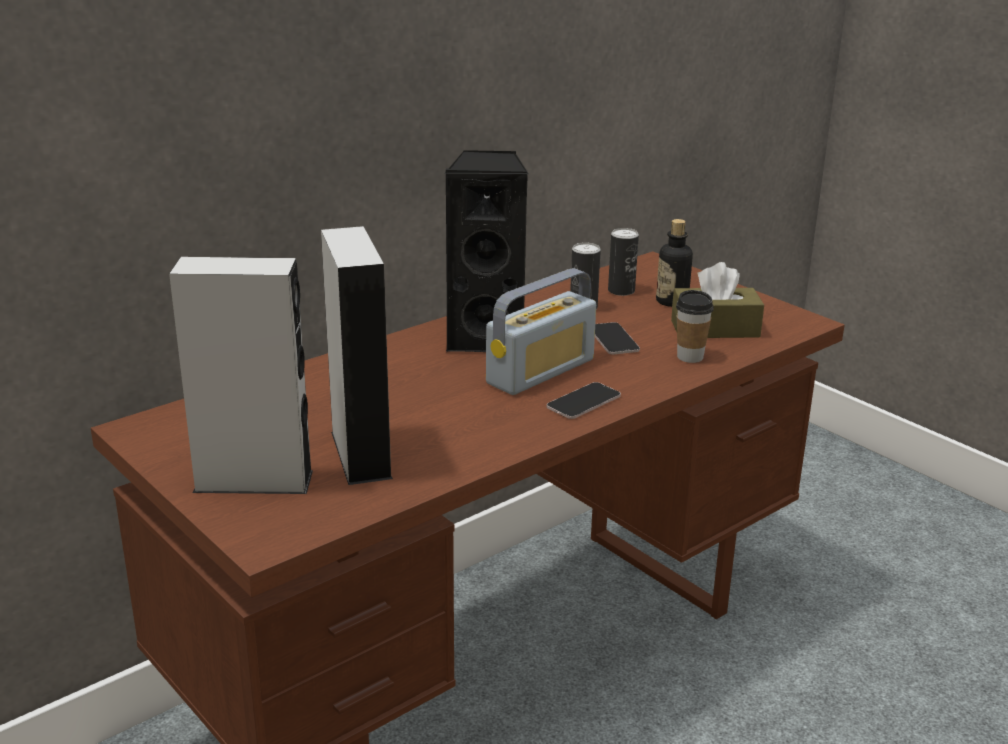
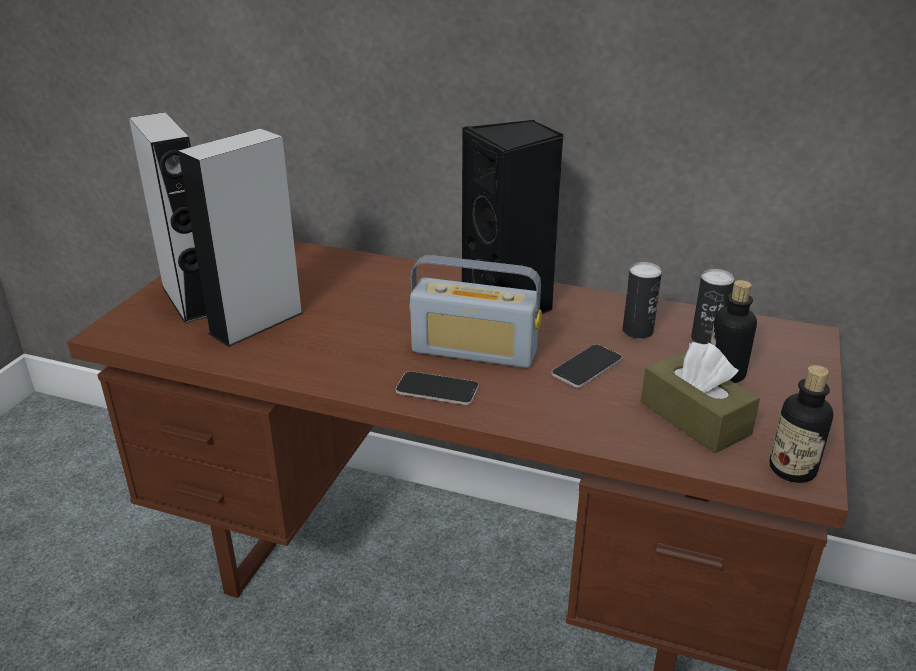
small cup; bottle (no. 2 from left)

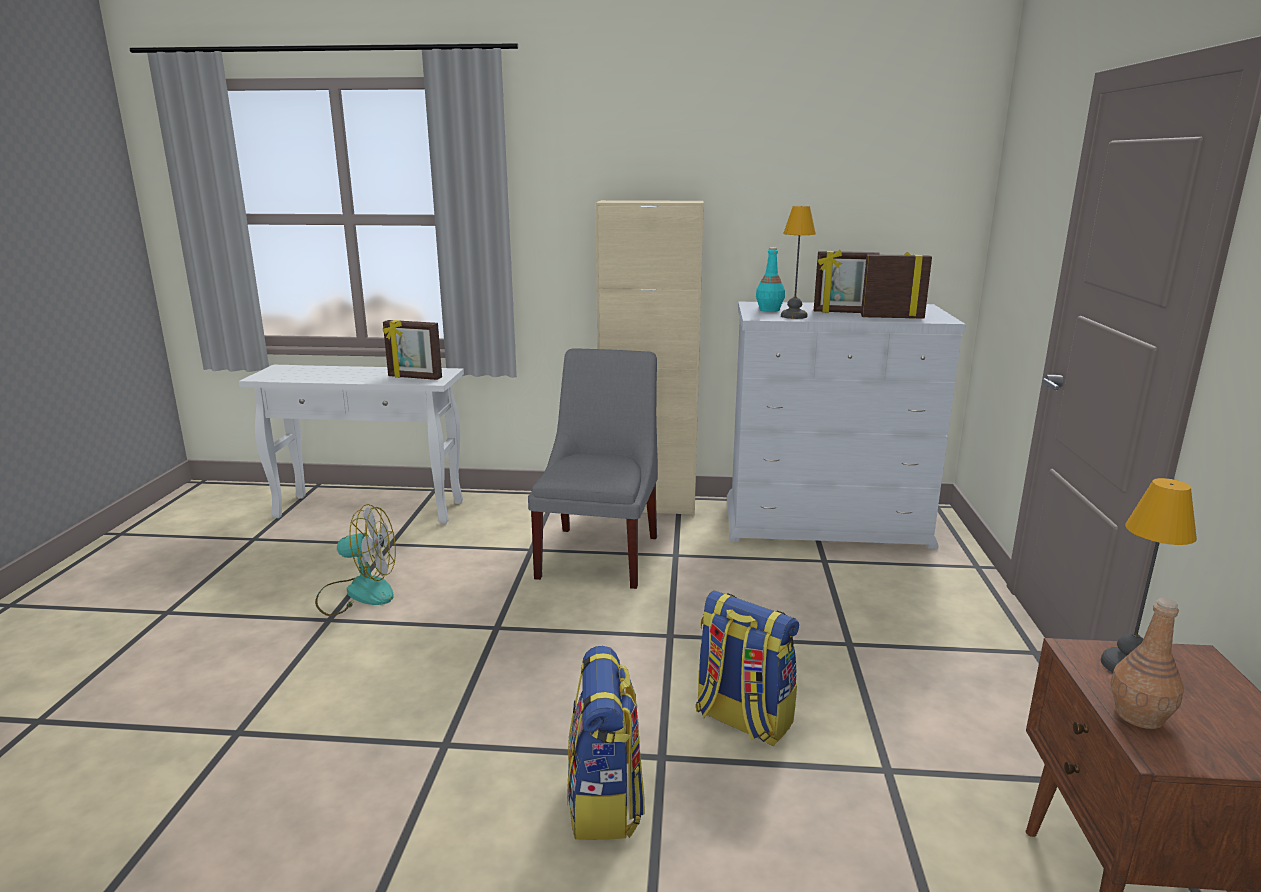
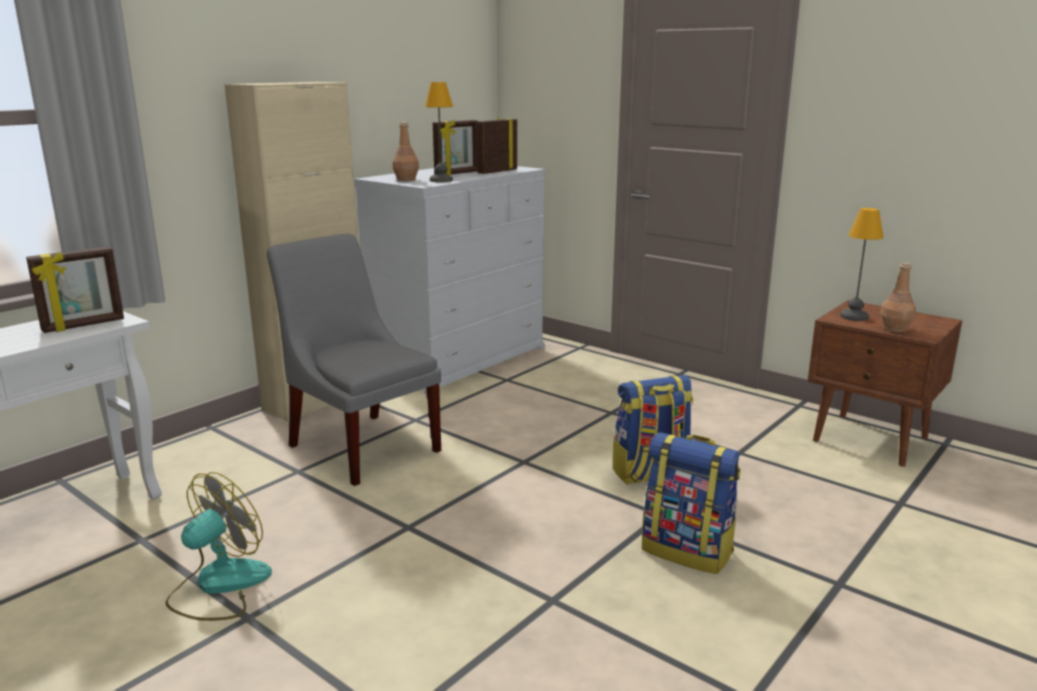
brownish bottle (no. 1 from left)

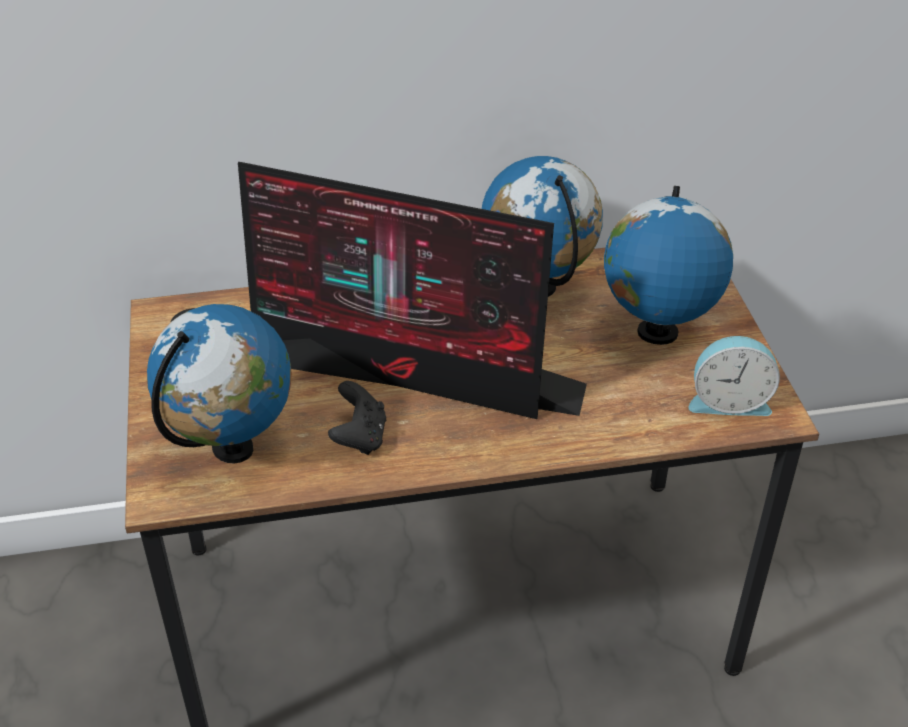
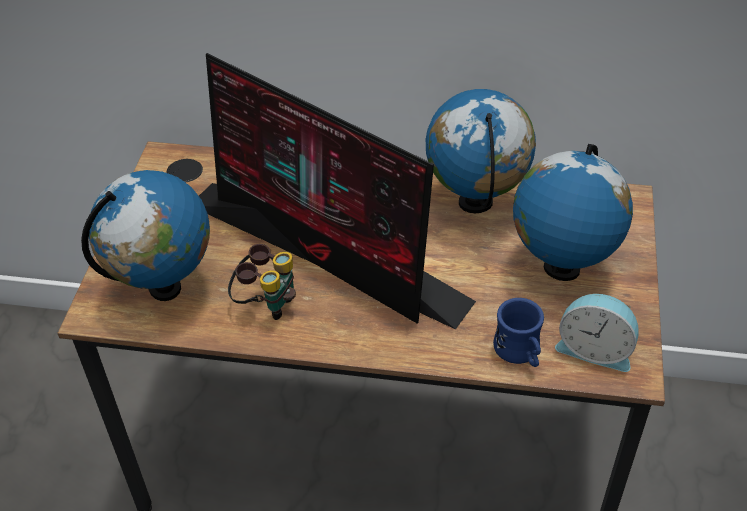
pair of binoculars; blue coffee mug

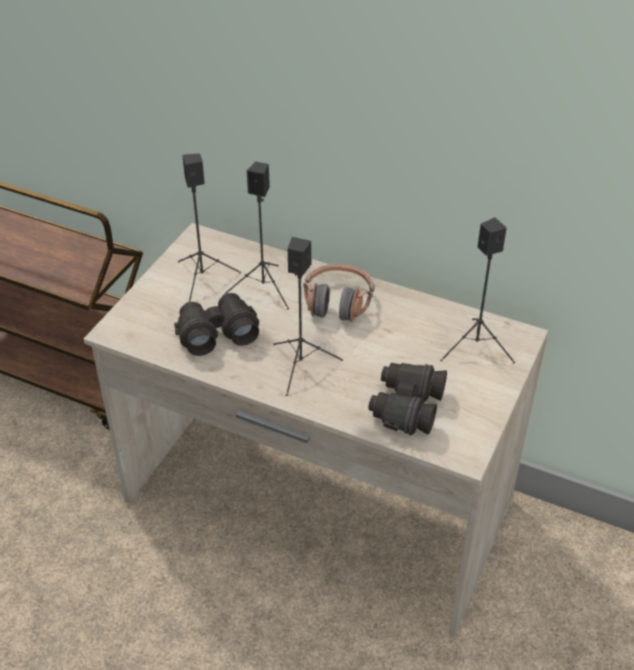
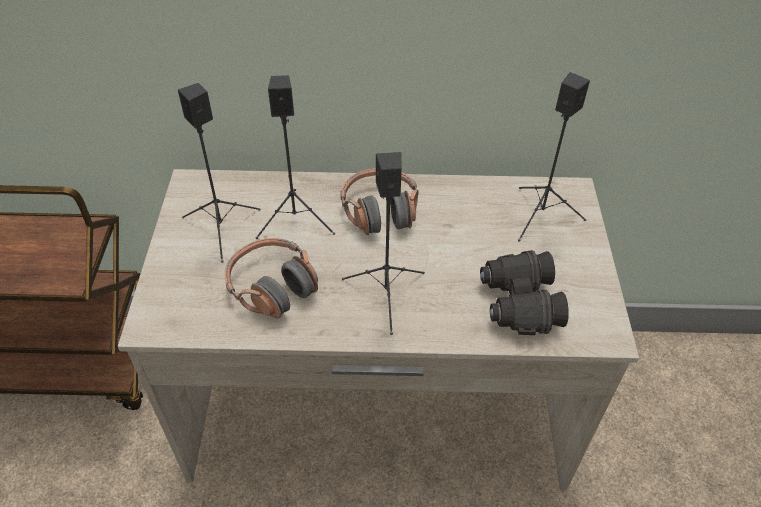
headphones (no. 1 from left)

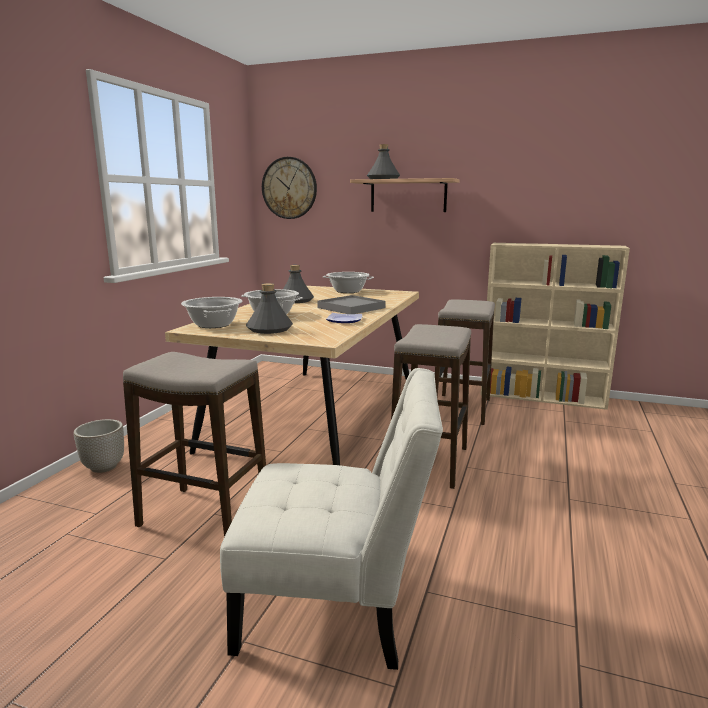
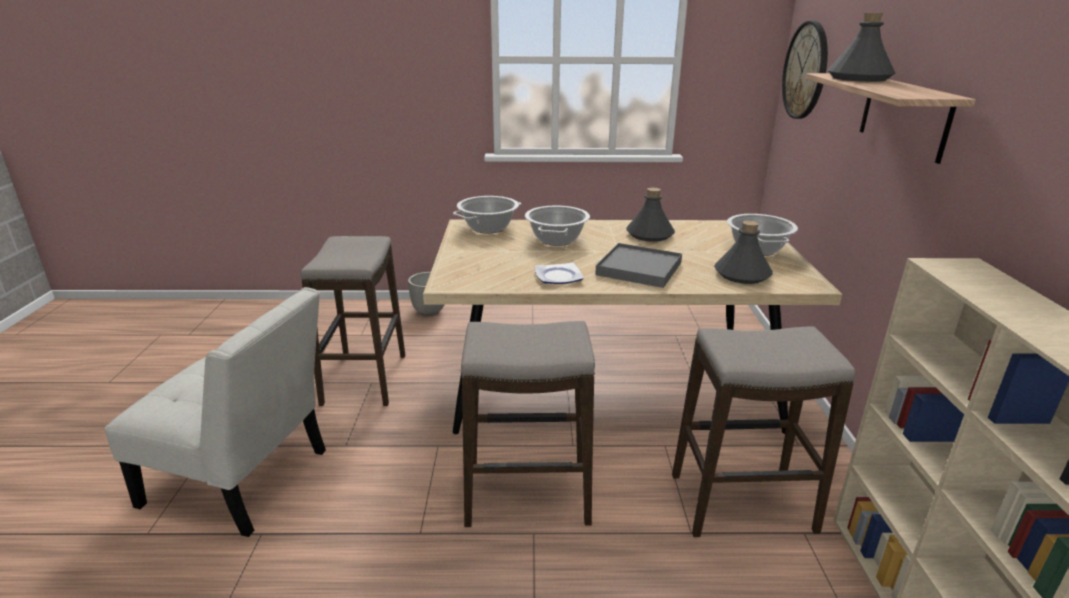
grey bottle (no. 2 from left); white-coloured upright chair

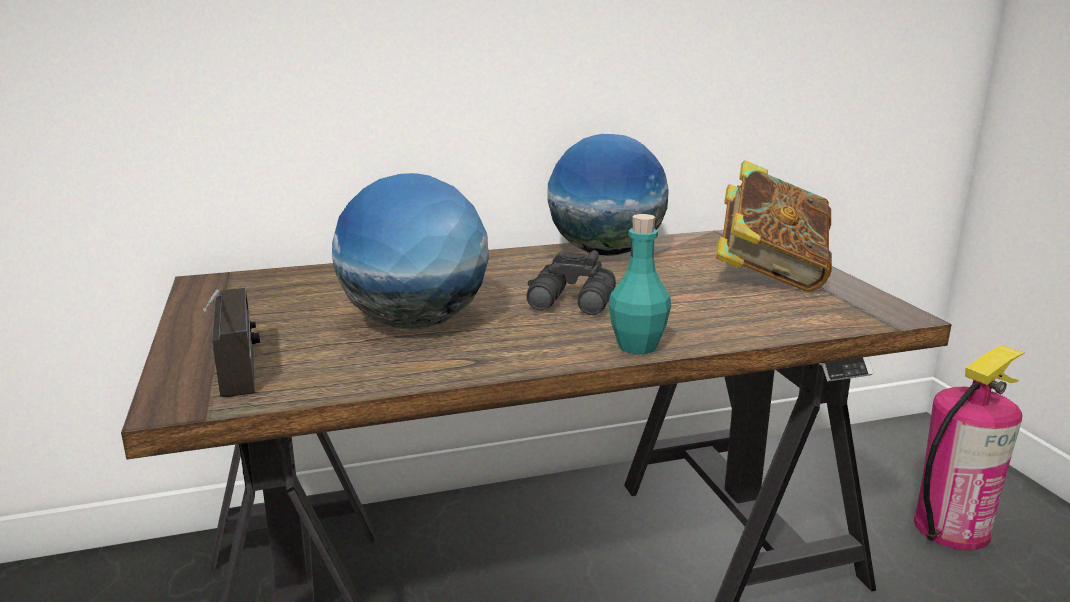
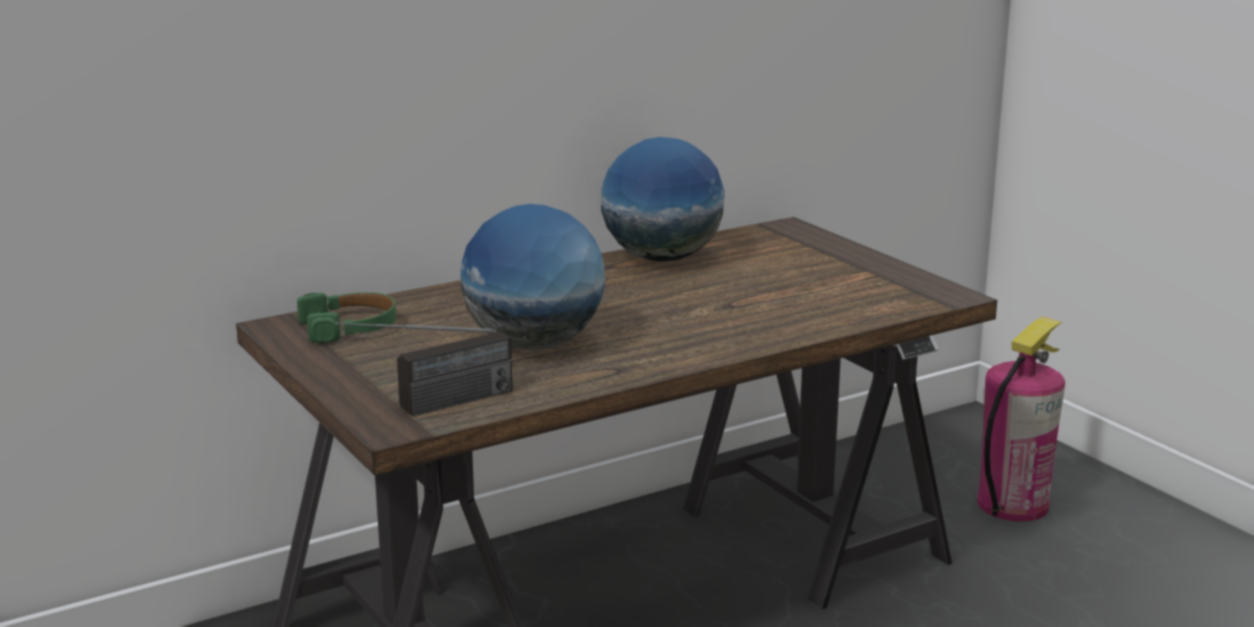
book; turquoise bottle; black-coloured pair of binoculars; radio receiver; greenish headphones

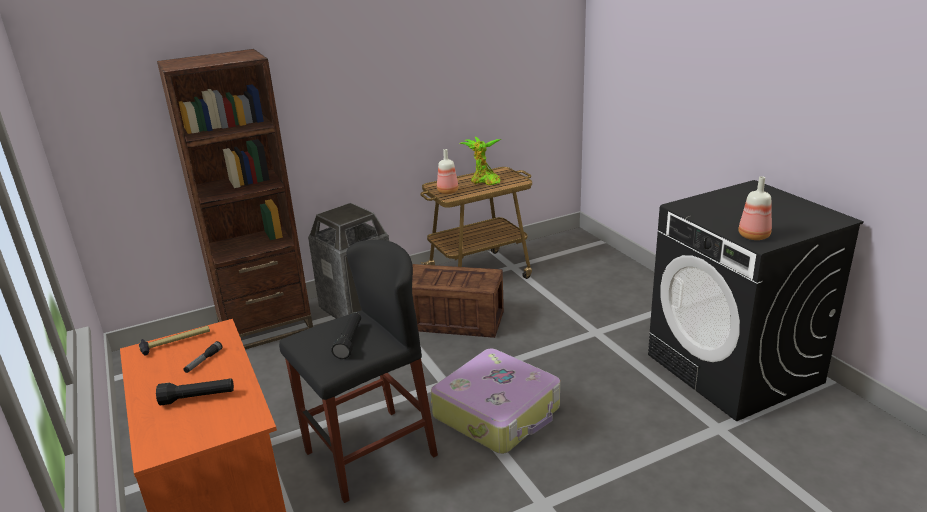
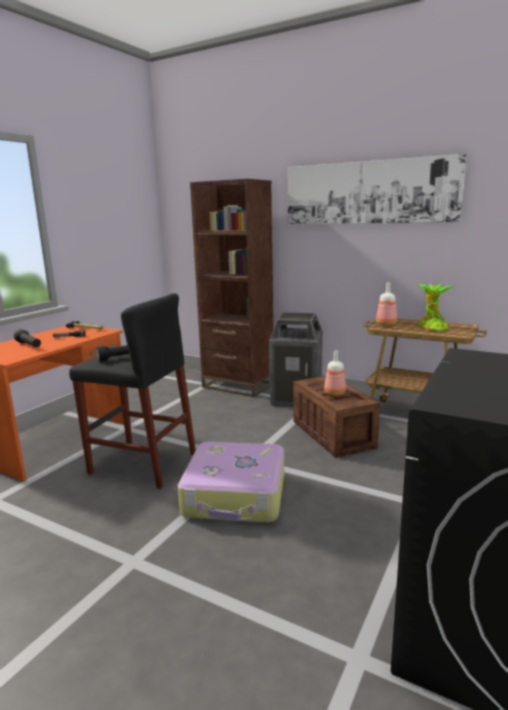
bottle (no. 1 from left); wall picture

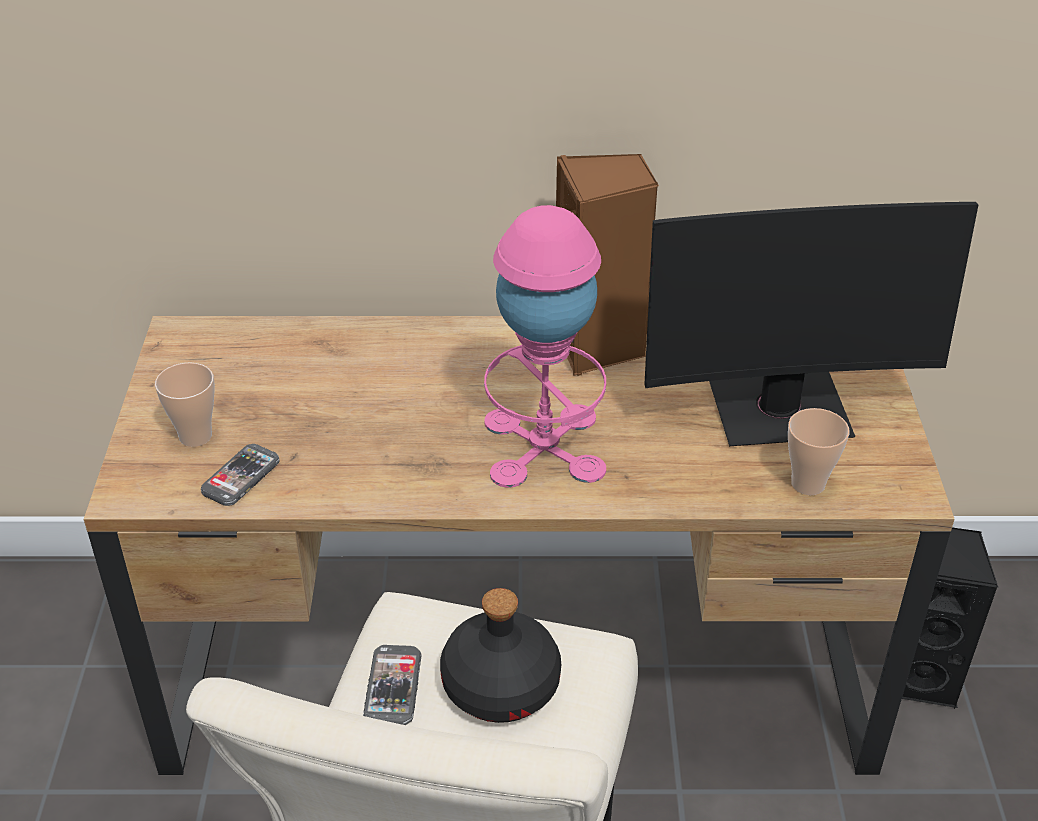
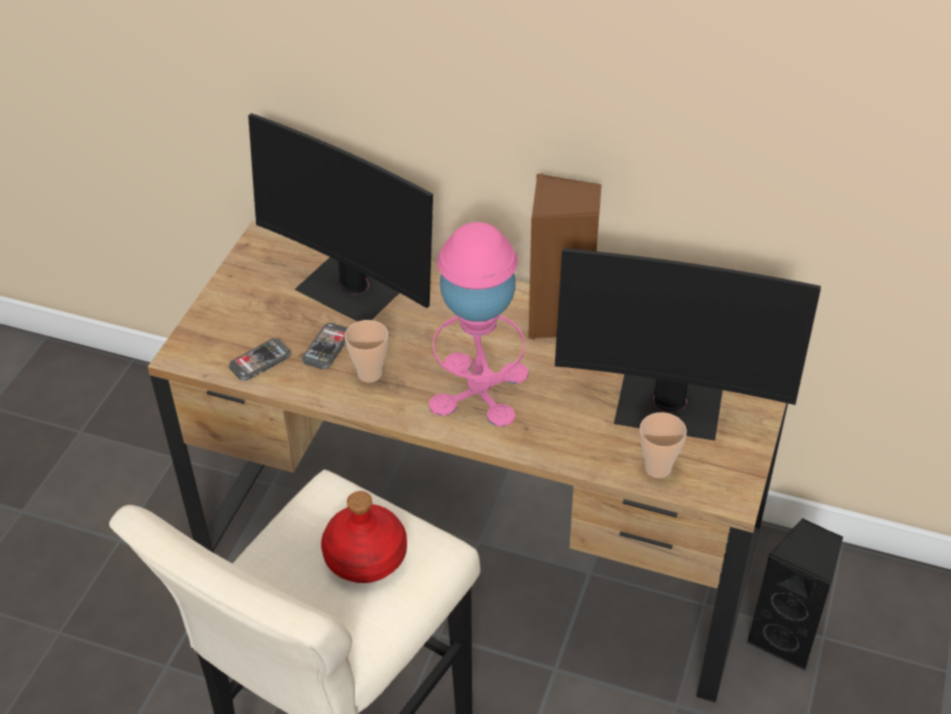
small cup (no. 1 from left); red-coloured bottle; telephone (no. 2 from left); computer display (no. 1 from left)

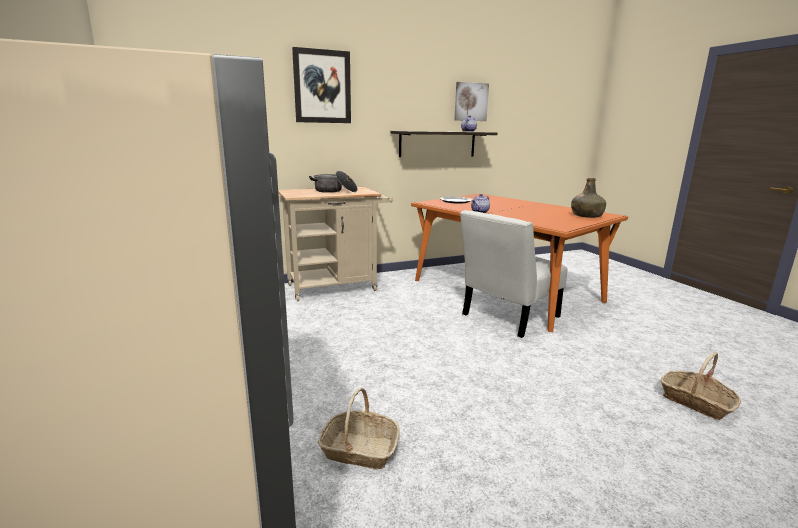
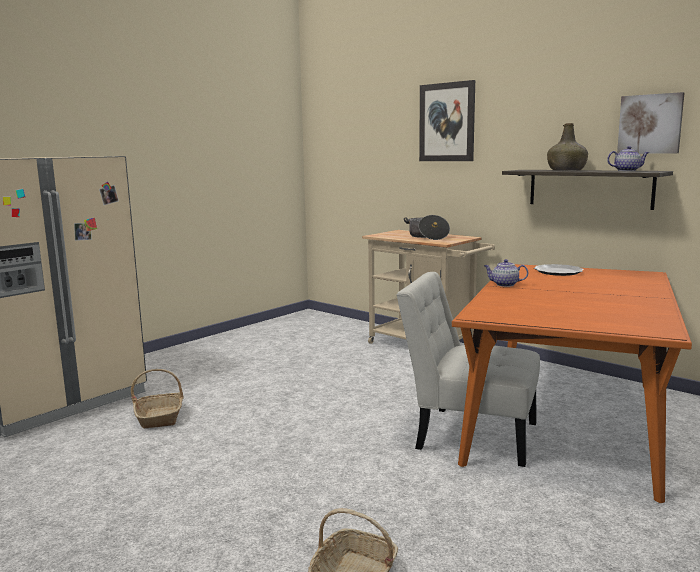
greenish bottle

